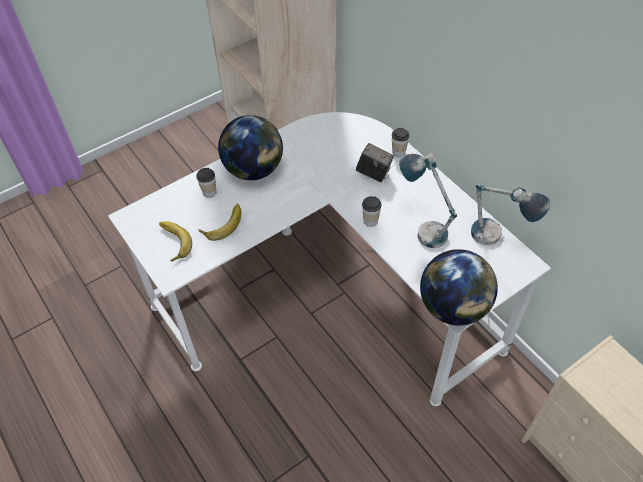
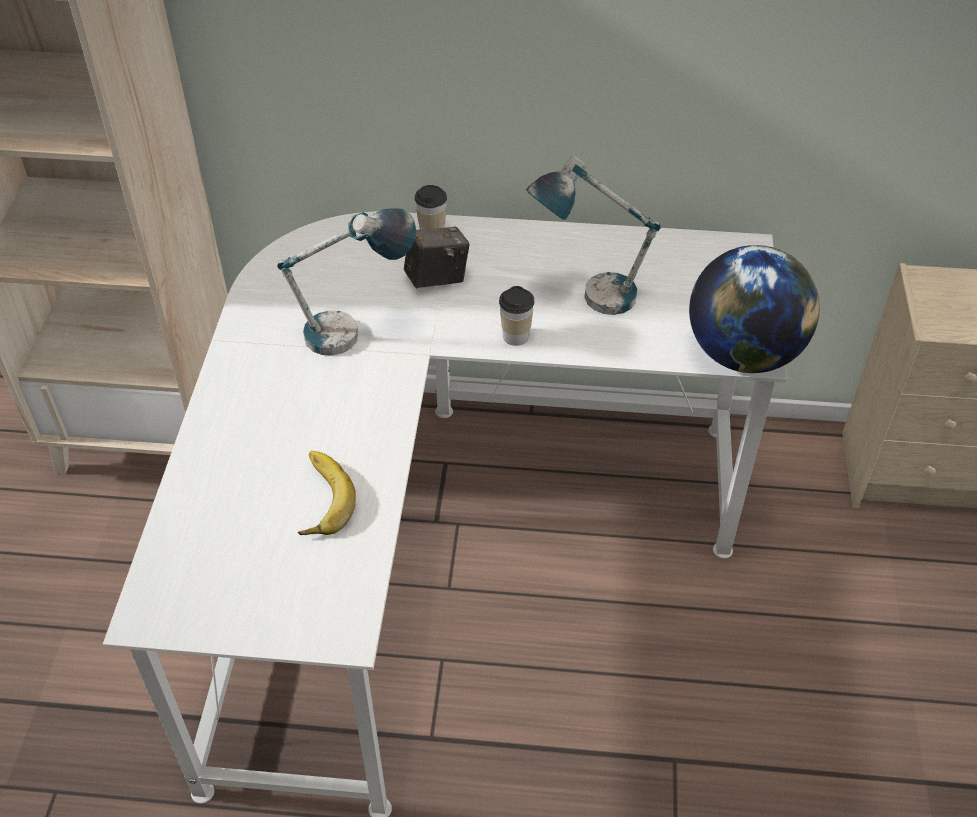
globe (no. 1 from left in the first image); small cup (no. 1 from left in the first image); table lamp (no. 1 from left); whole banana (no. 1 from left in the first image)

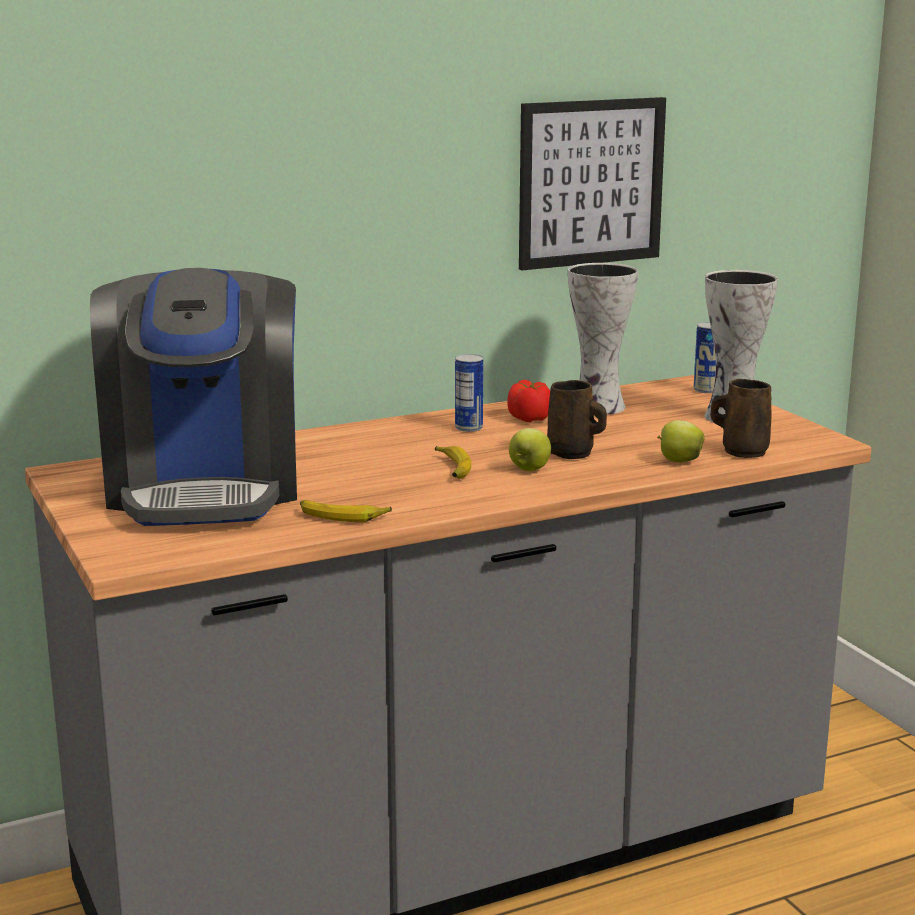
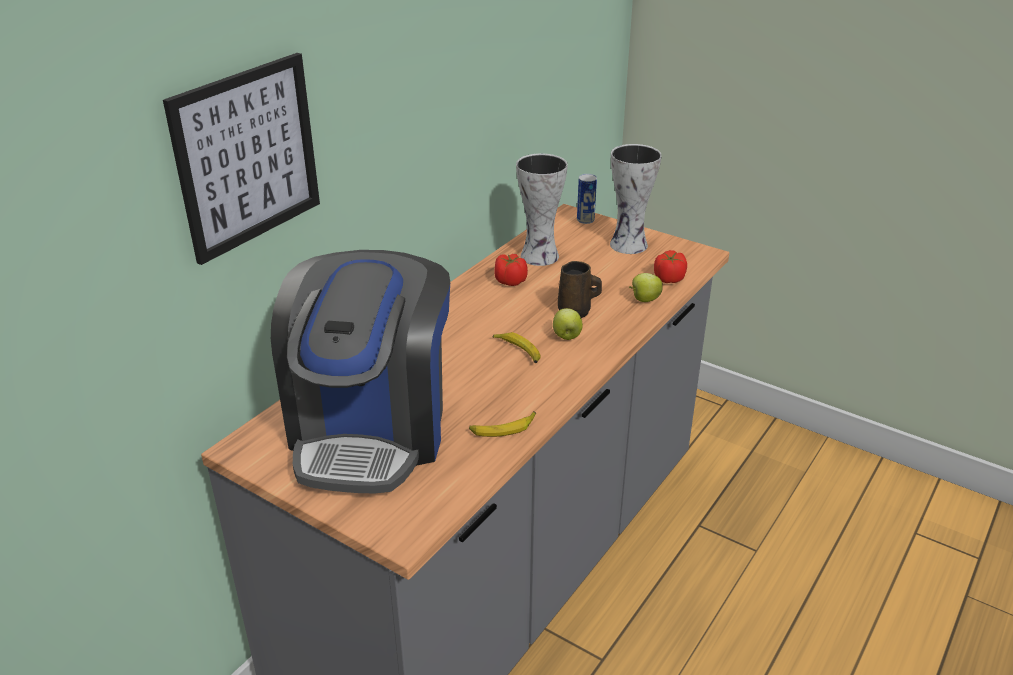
wall picture; coffee maker; can (no. 1 from left in the first image); whole tomato (no. 2 from left)

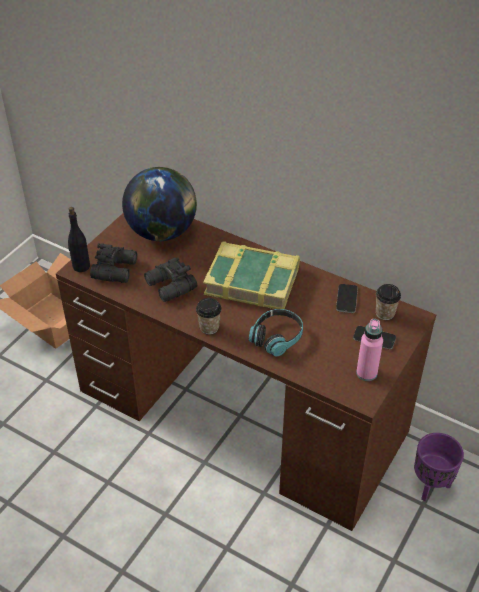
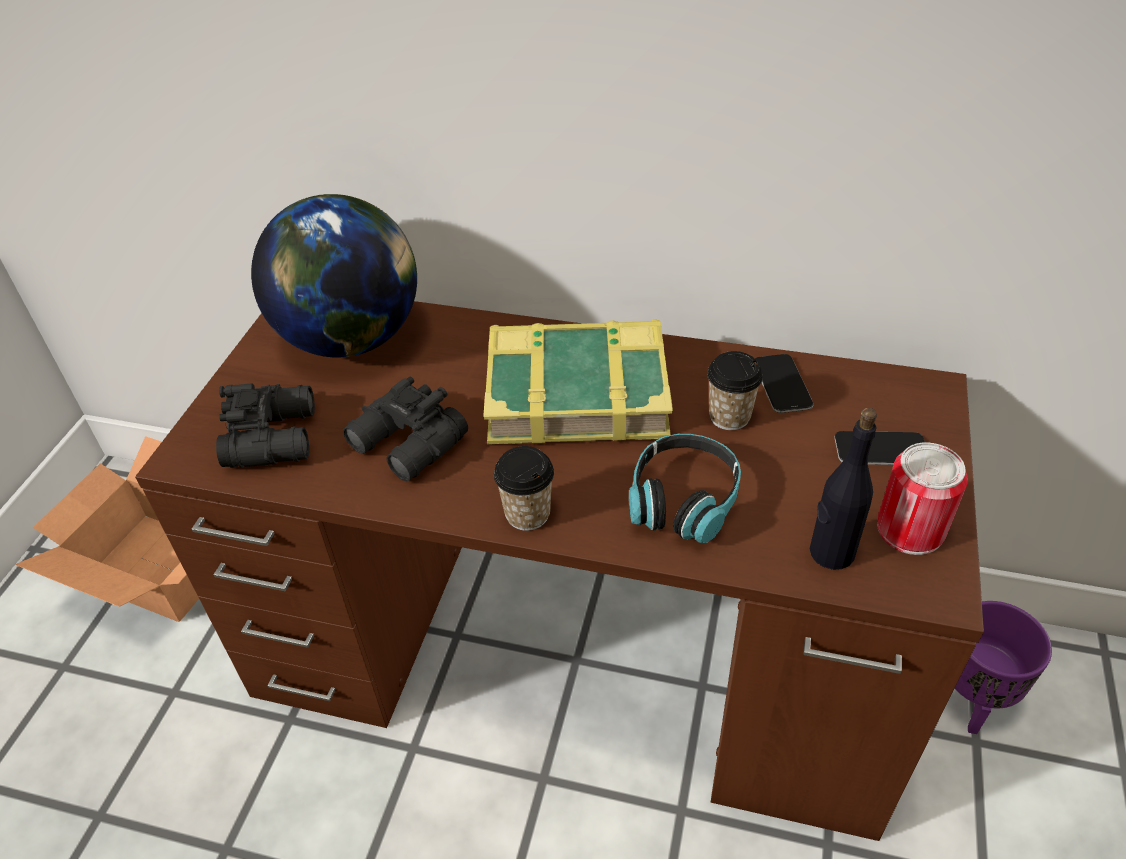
black-coloured bottle; small cup (no. 2 from left); can

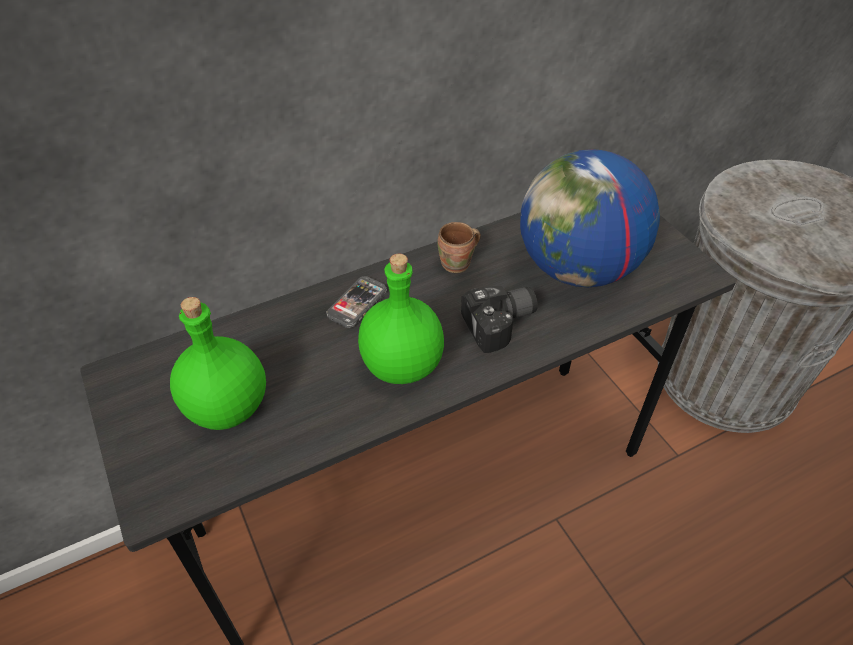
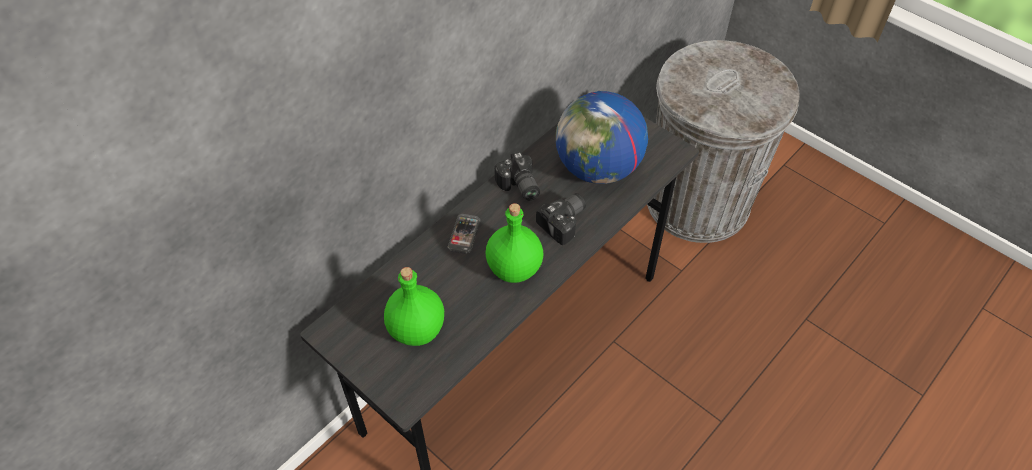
still camera (no. 1 from left)

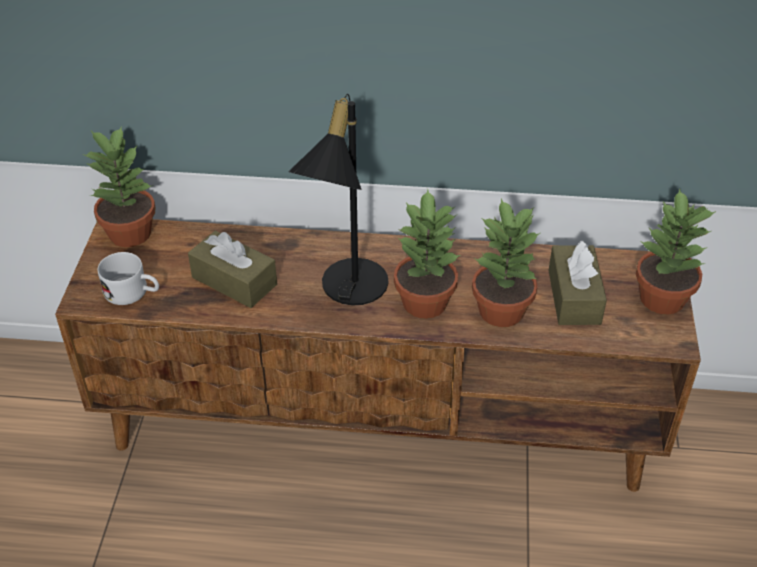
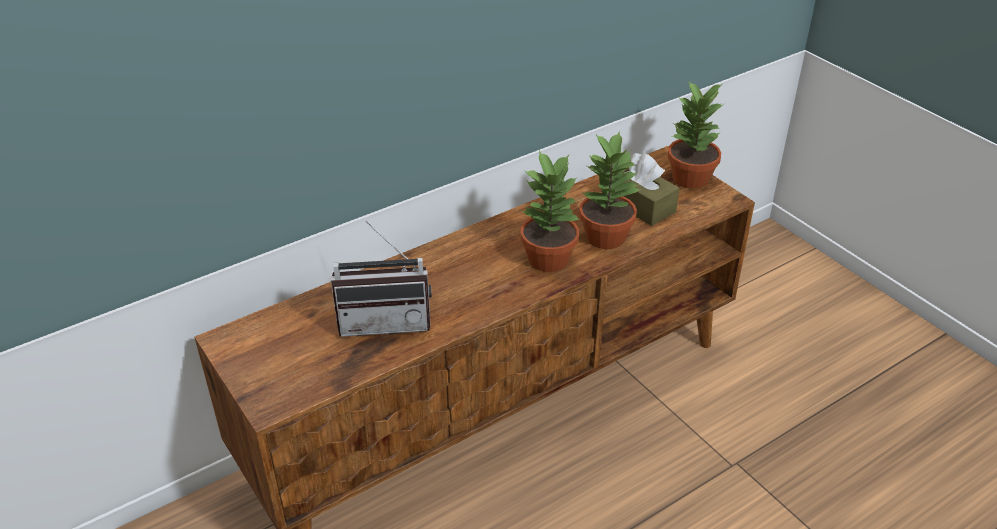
black-coloured table lamp; potted plant (no. 1 from left in the first image); radio receiver; white-coloured coffee mug

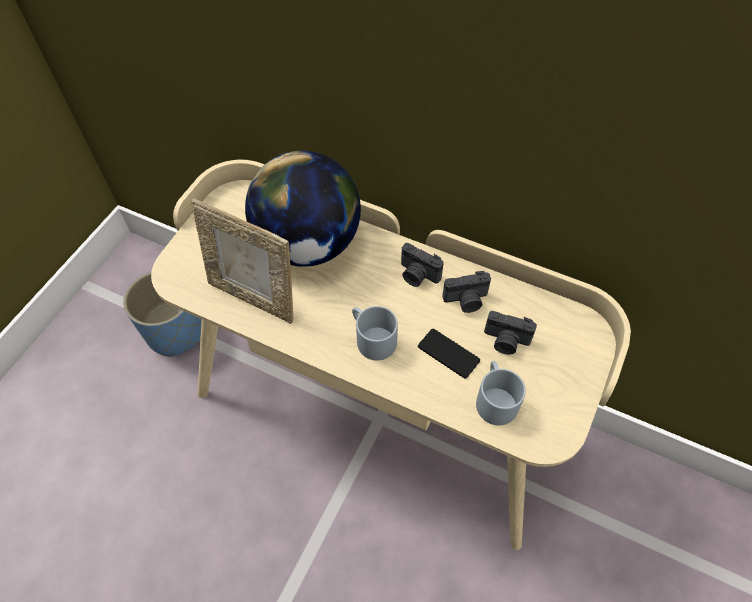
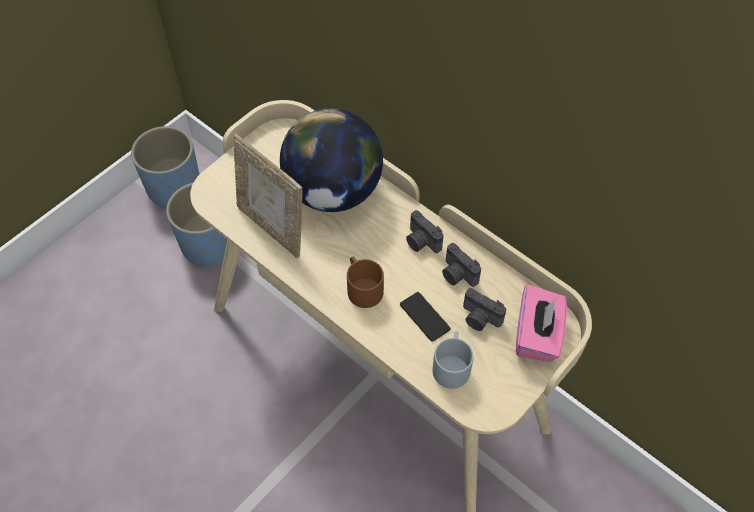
still camera (no. 2 from left); brownish coffee mug; blue planter (no. 1 from left); pink tissue holder

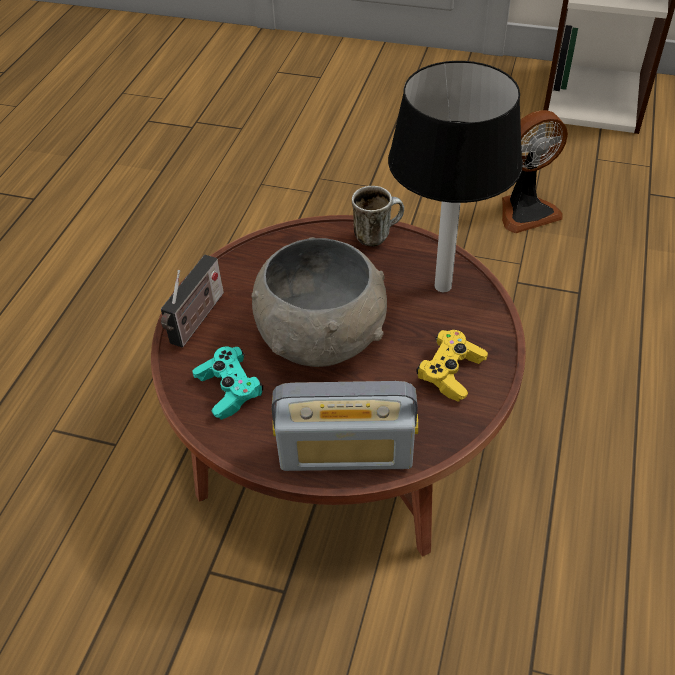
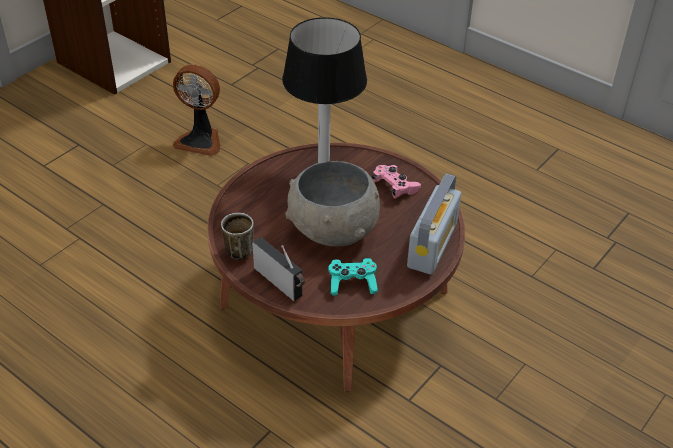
cooling fan; coffee mug; pink joypad

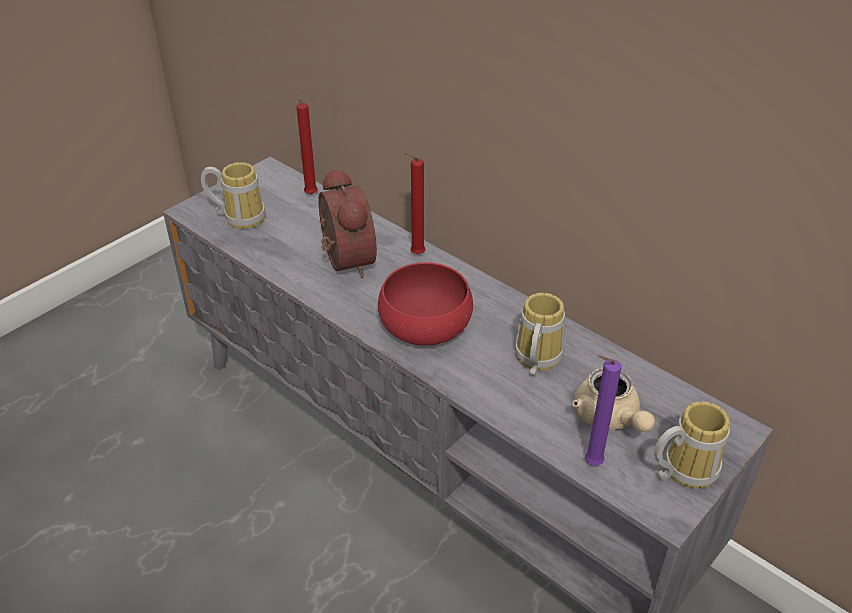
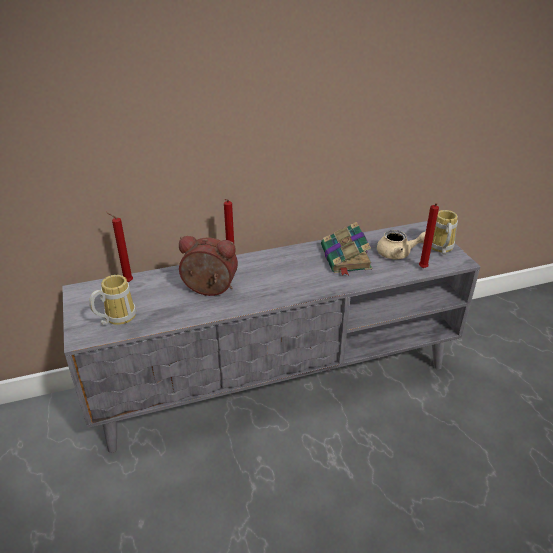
red-coloured bowl; book; red-coloured wax candle (no. 3 from left)

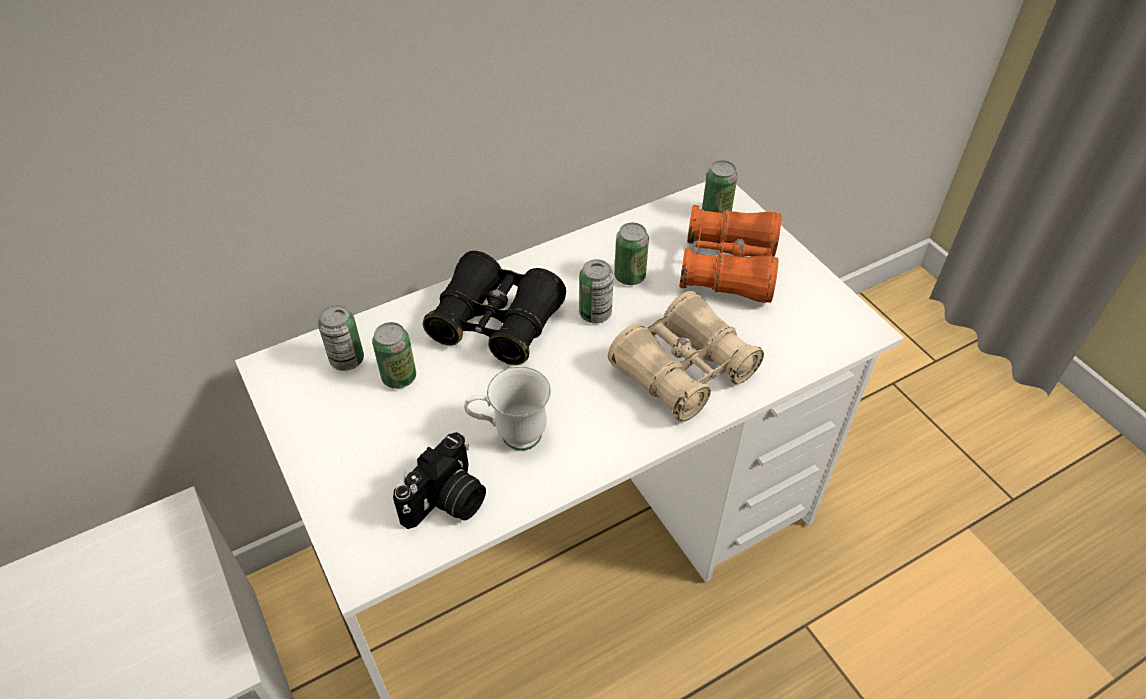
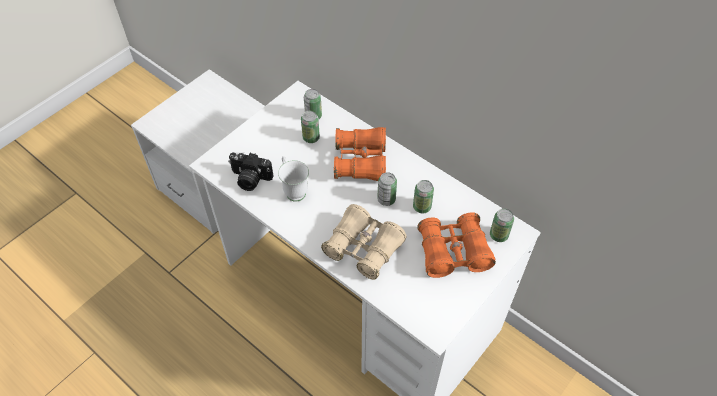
orange pair of binoculars (no. 1 from left)

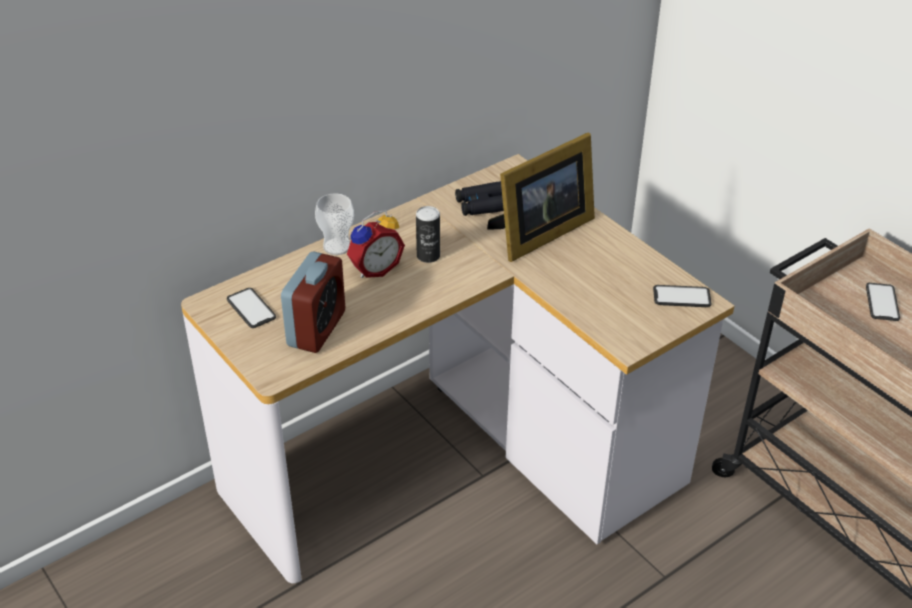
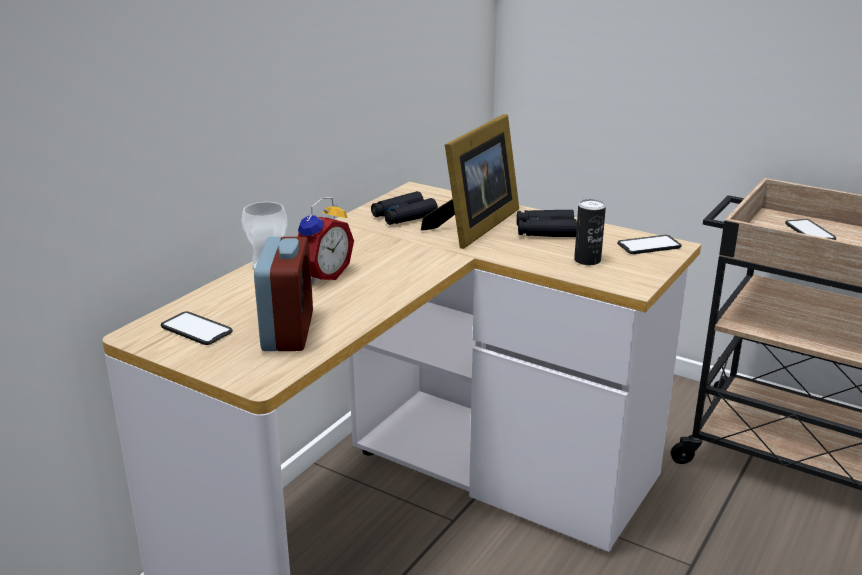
can; black-coloured pair of binoculars (no. 2 from left)

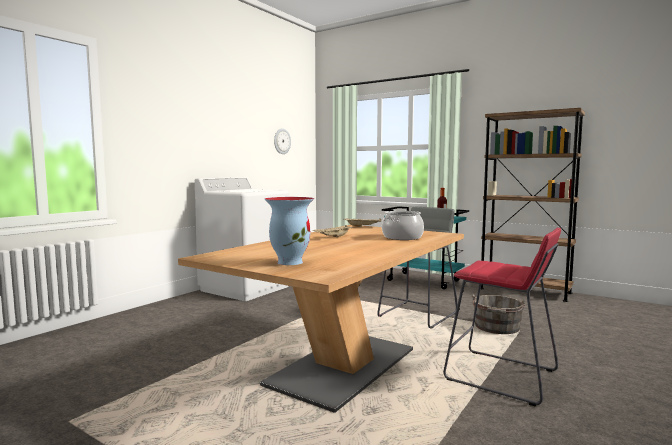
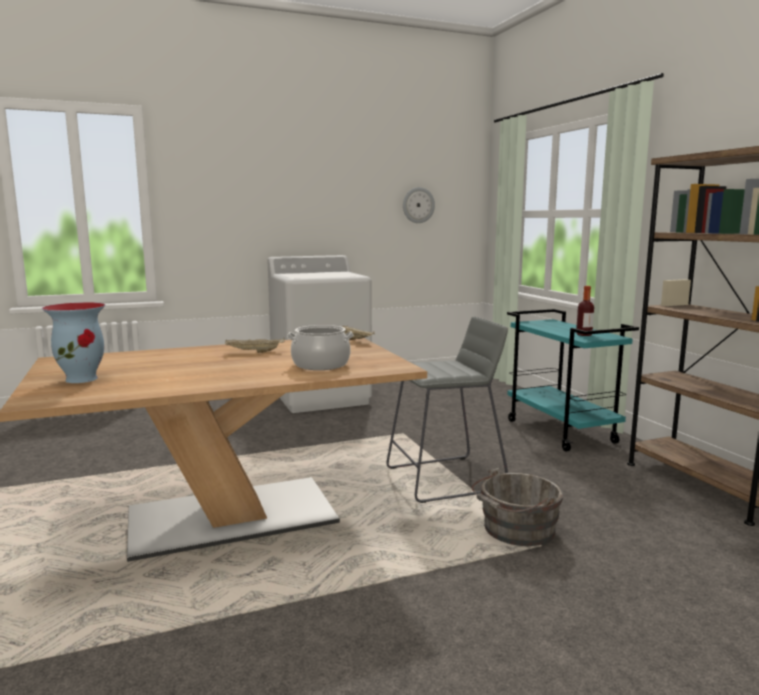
red-coloured stool

